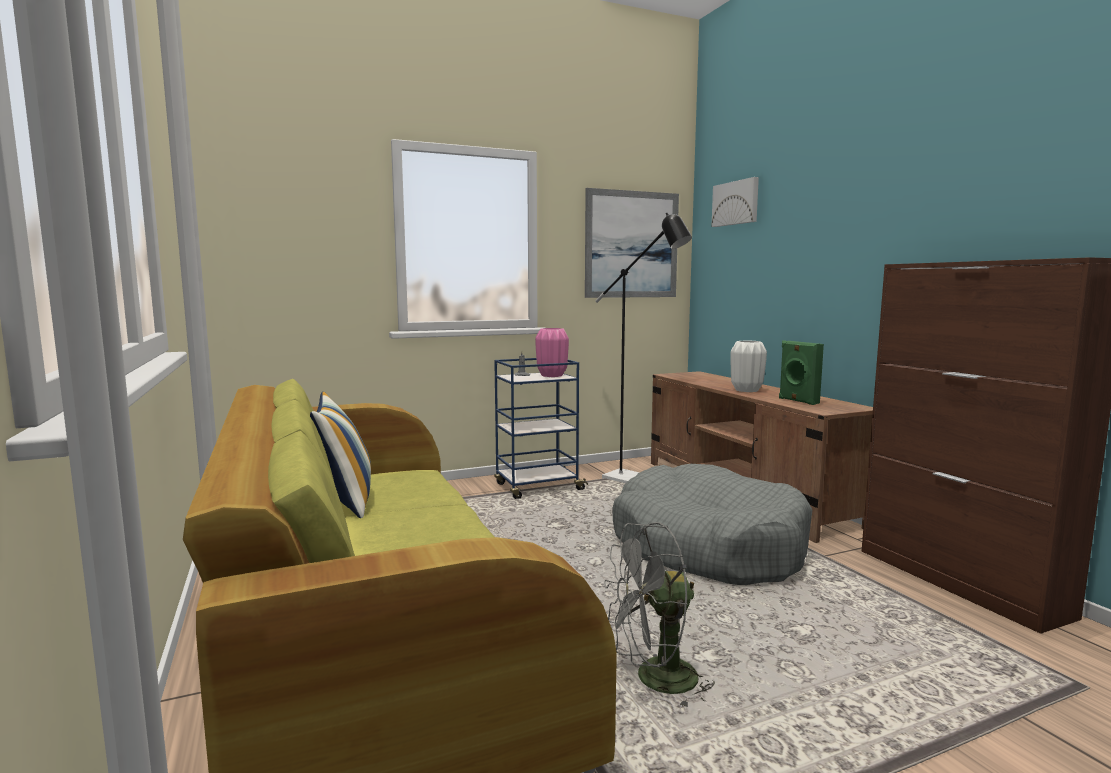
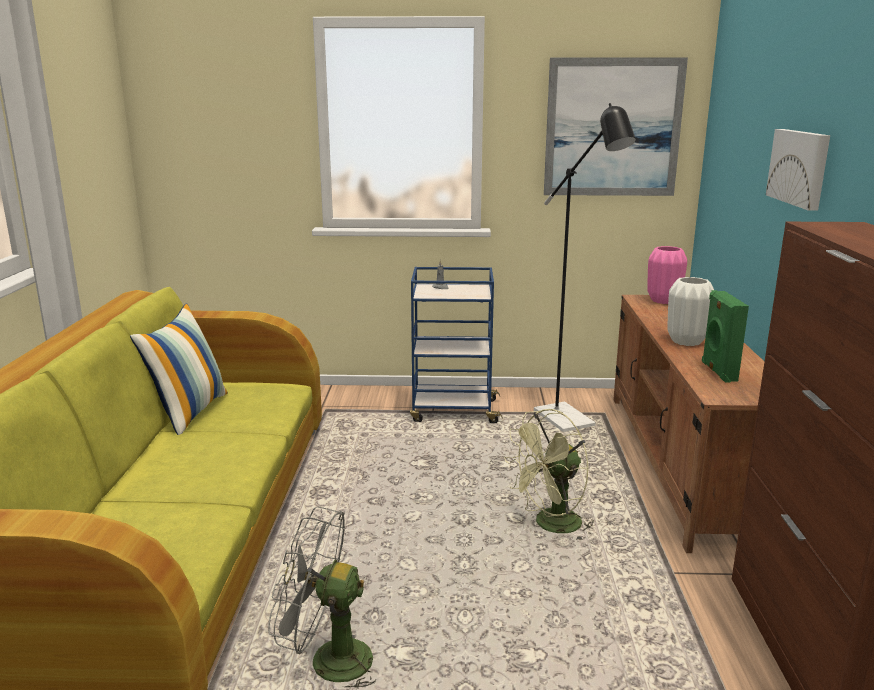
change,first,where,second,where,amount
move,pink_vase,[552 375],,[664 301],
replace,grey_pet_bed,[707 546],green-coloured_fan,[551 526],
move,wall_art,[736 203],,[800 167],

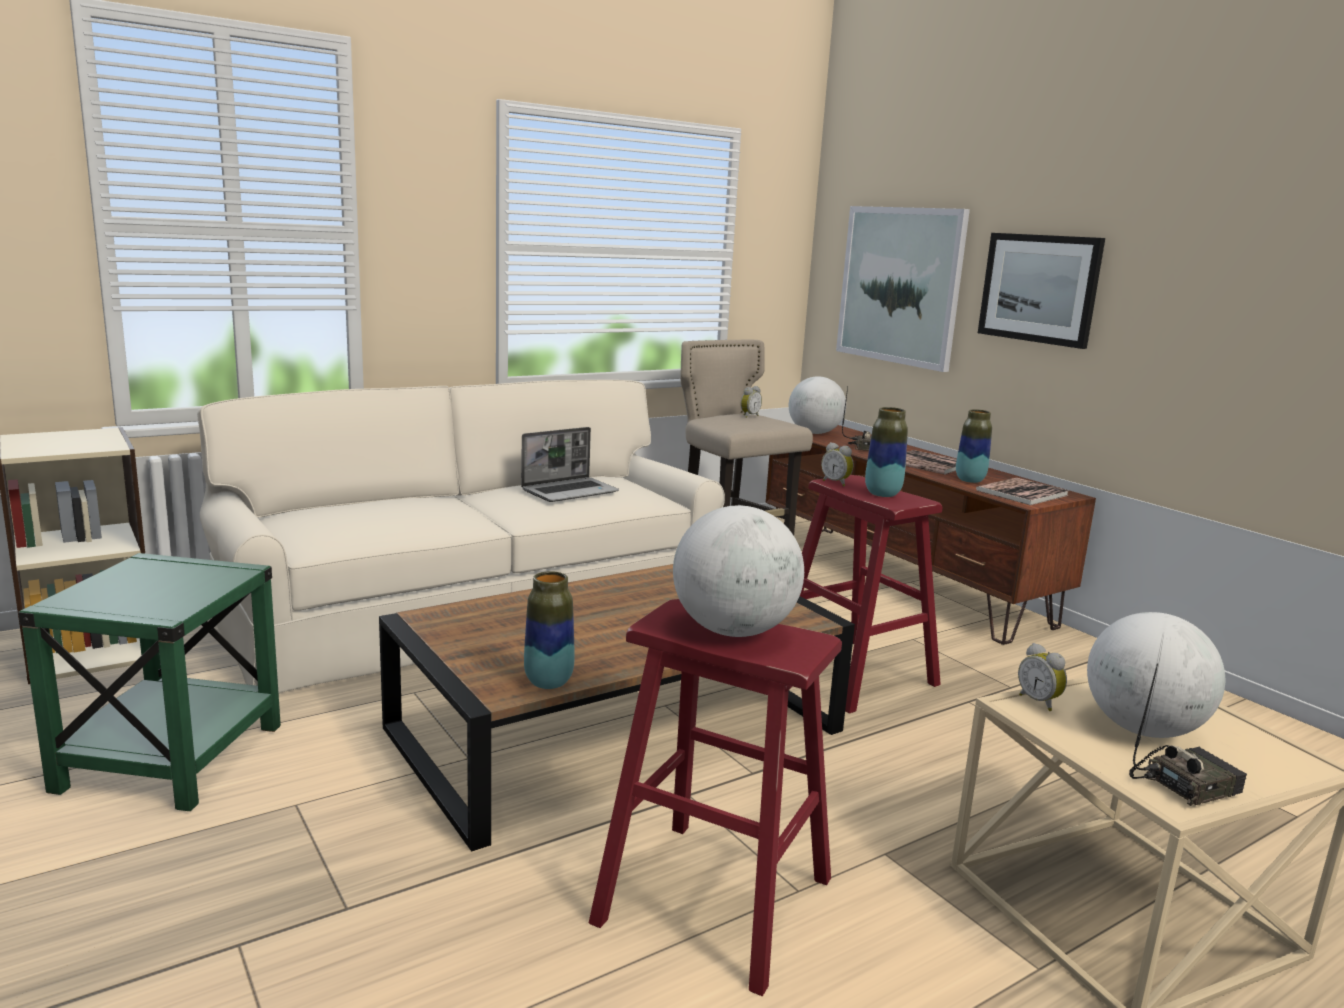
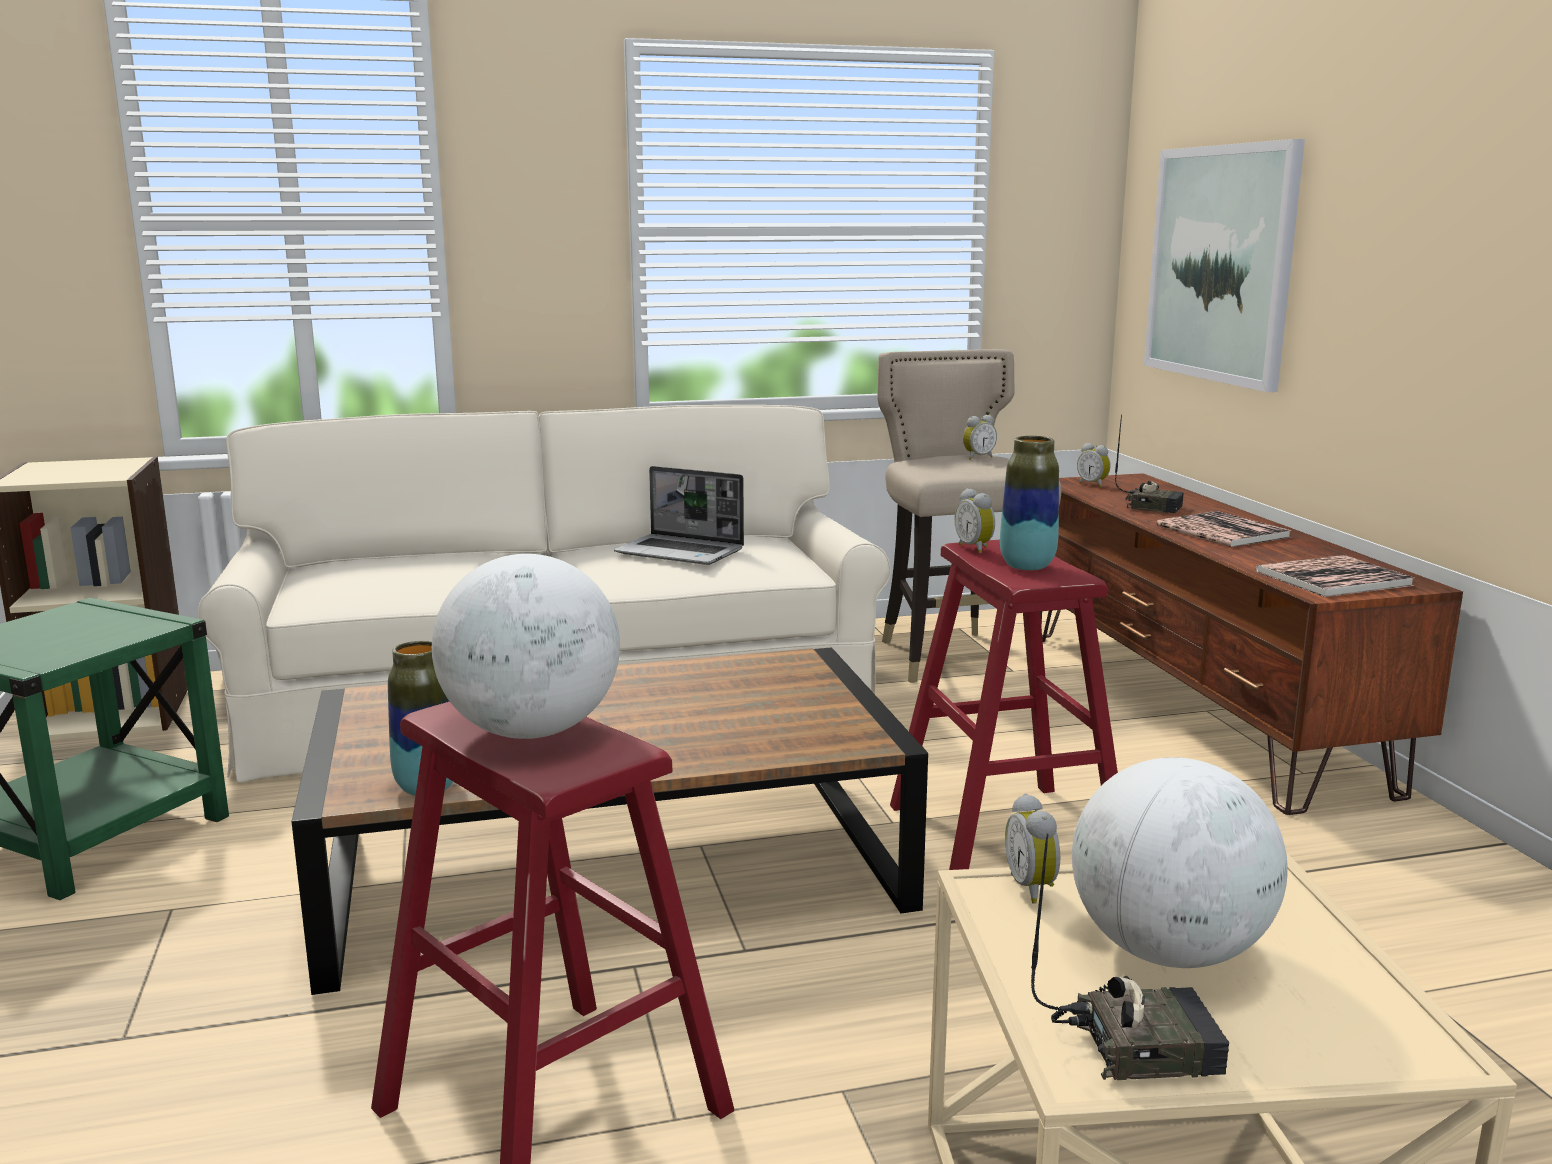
change,first,where,second,where,amount
rotate,notebook_computer,[570 491],,[681 552],45 degrees clockwise
replace,desk_globe,[814 433],alarm_clock,[1093 485],
delete,vase,[970 480],,,
delete,wall_art,[1039 288],,,

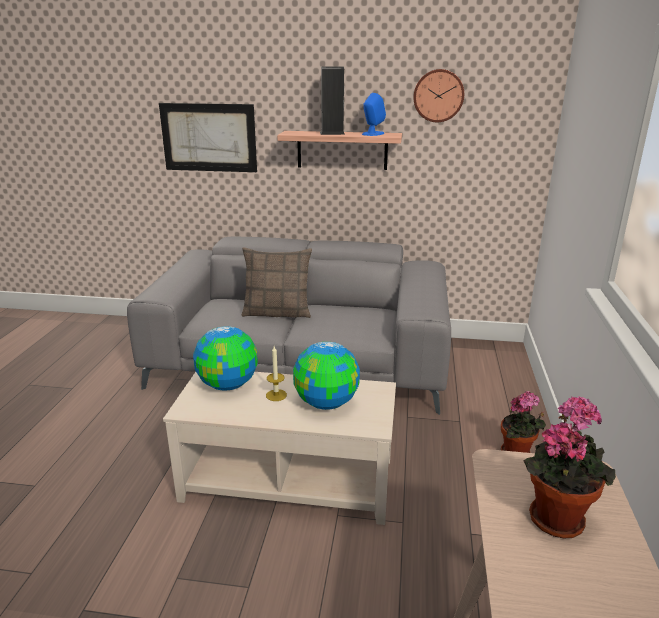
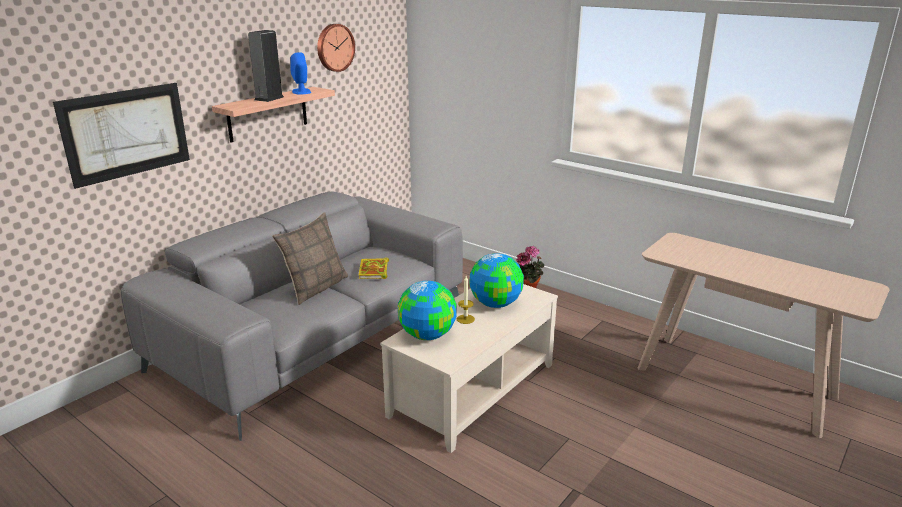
change,first,where,second,where,amount
delete,plant_in_a_pot,[556 516],,,
insert,,,book,[374 271],

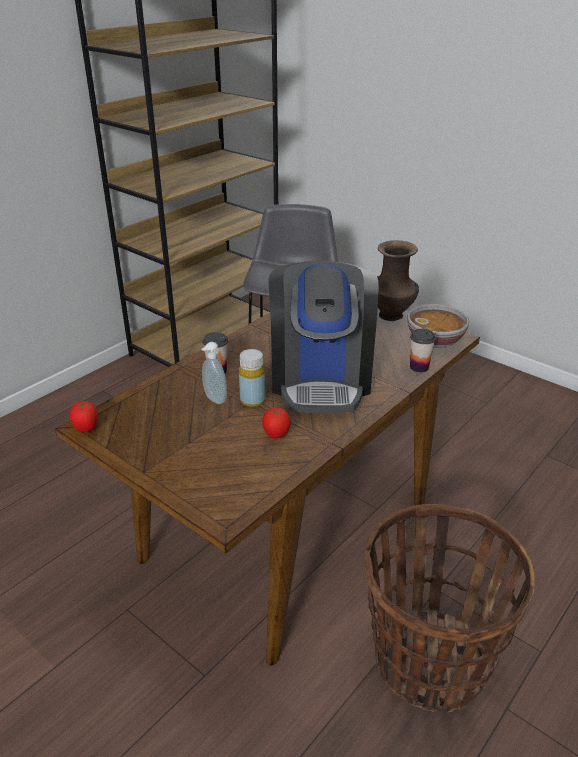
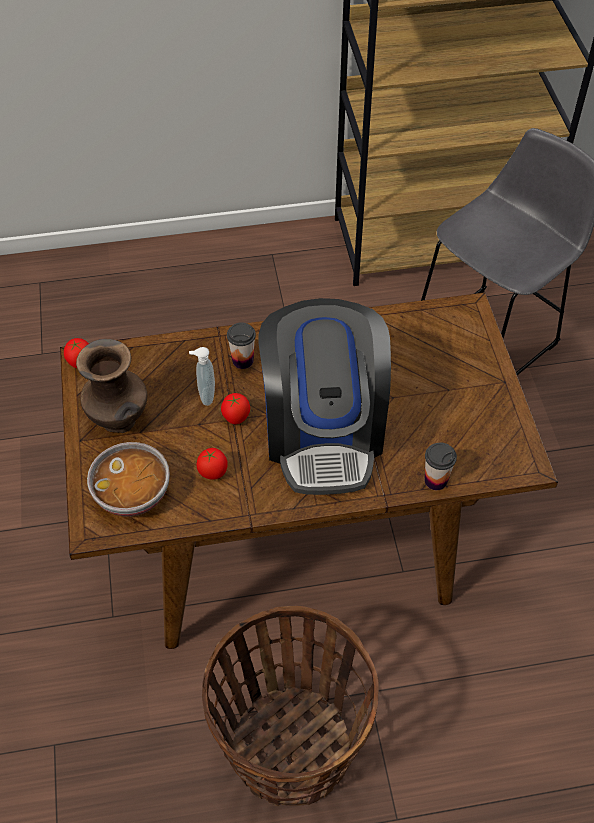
change,first,where,second,where,amount
replace,yellow_bottle,[252 400],fresh_tomato,[236 418],
rotate,coffee_machine,[321 379],,[324 432],45 degrees counterclockwise
move,brownish_vase,[392 316],,[120 422],
move,deep_dish,[435 340],,[133 494],

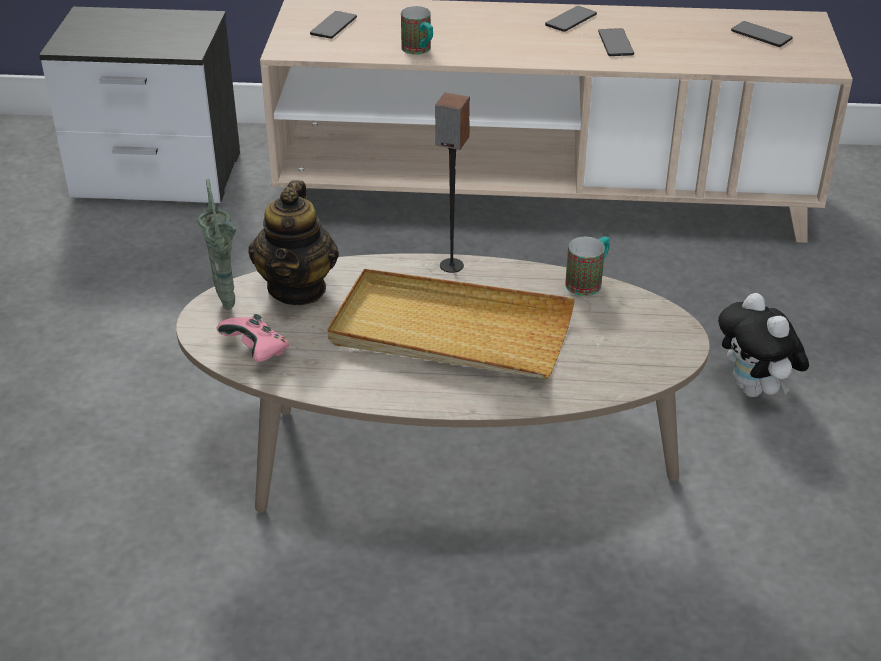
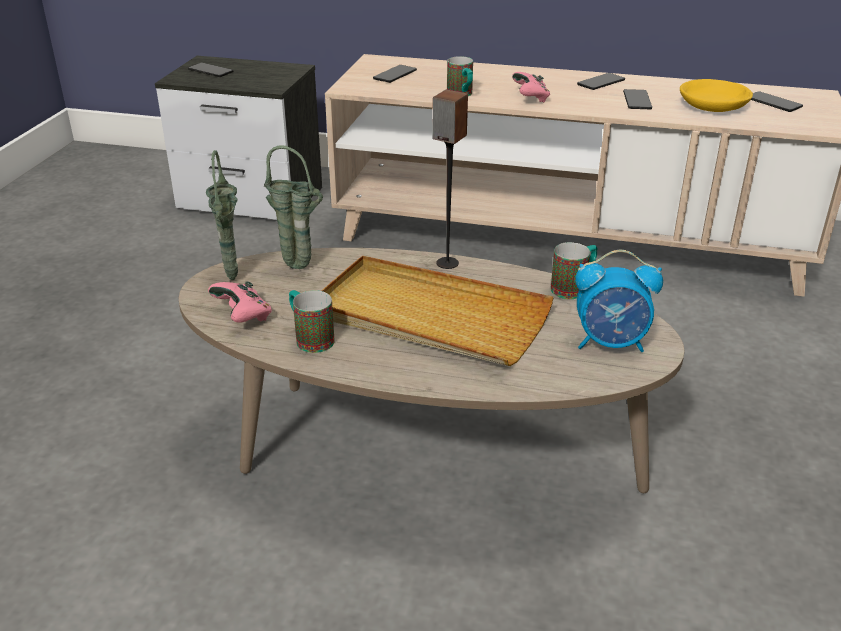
change,first,where,second,where,amount
replace,teapot,[297 288],green-coloured_vase,[301 268],
delete,soft_toy,[755 390],,,
insert,,,telephone,[210 71],
insert,,,coffee_mug,[310 338],
insert,,,pink_joypad,[530 98],
insert,,,alarm_clock,[611 343],
insert,,,yellow_deep_dish,[714 106],

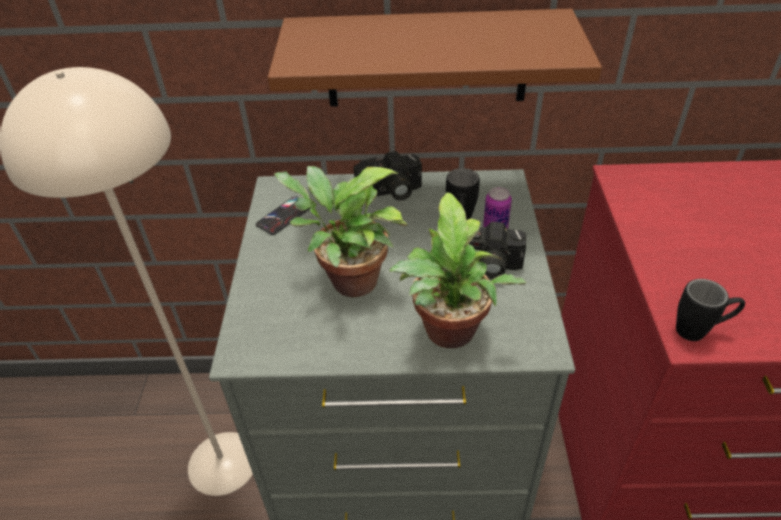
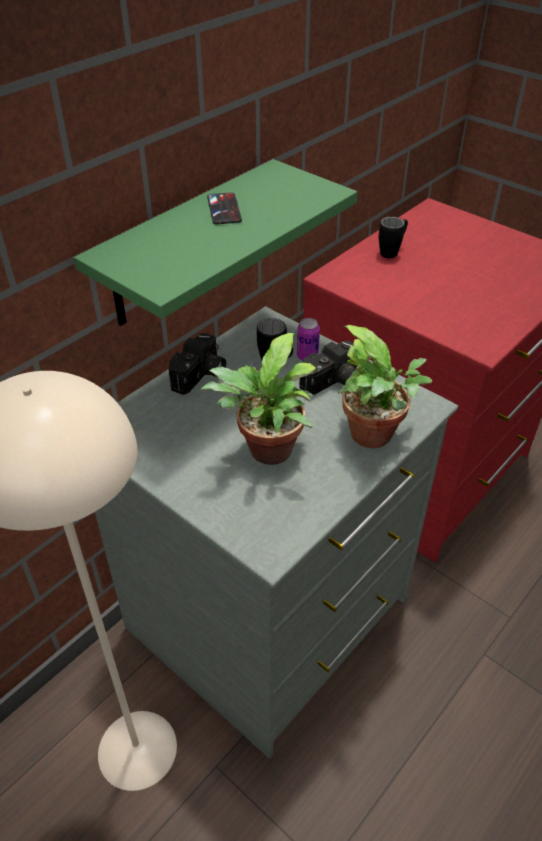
change,first,where,second,where,amount
move,telephone,[284 216],,[224 209],
recolor,brownish_bracket_shelf,[427 59],green-coloured_bracket_shelf,[186 244],
move,black_coffee_mug,[700 331],,[392 251],

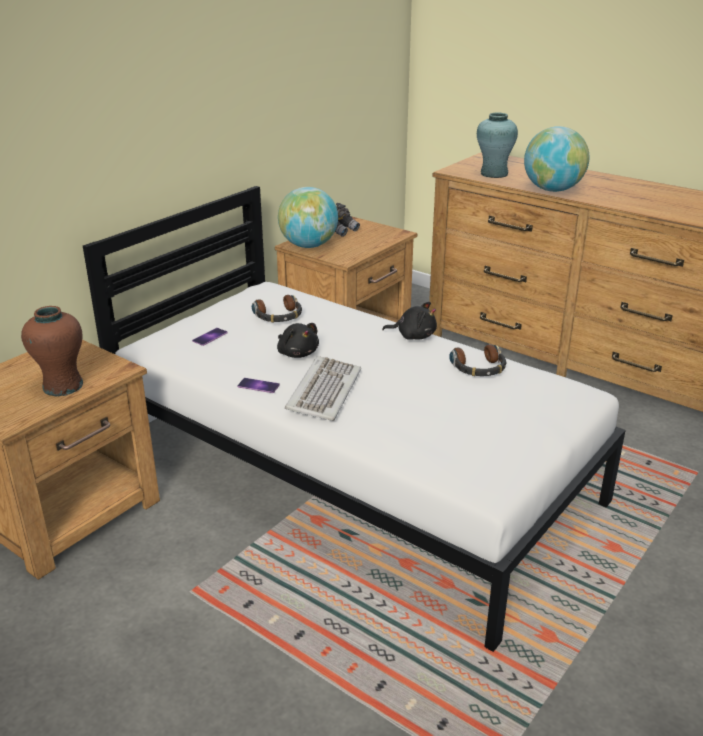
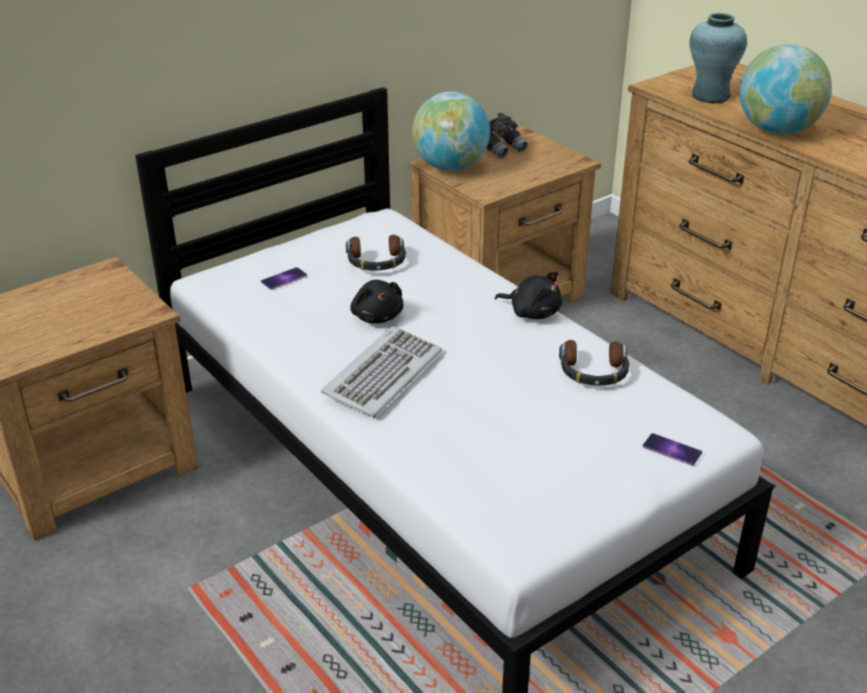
change,first,where,second,where,amount
delete,brownish_vase,[62 386],,,
move,telephone,[258 386],,[672 449],

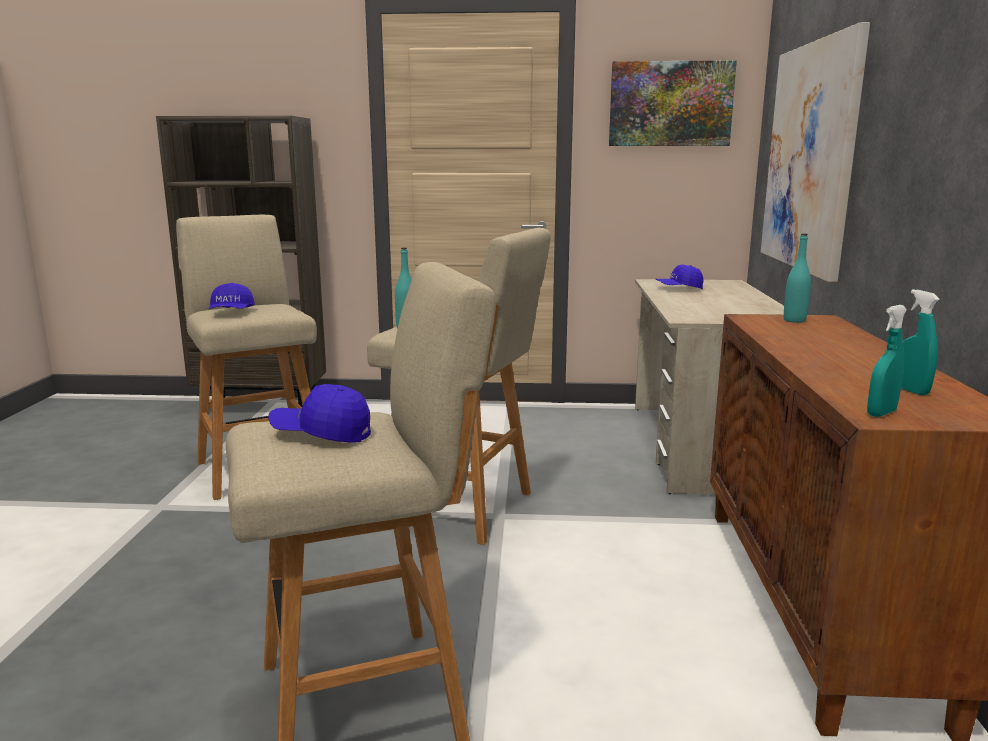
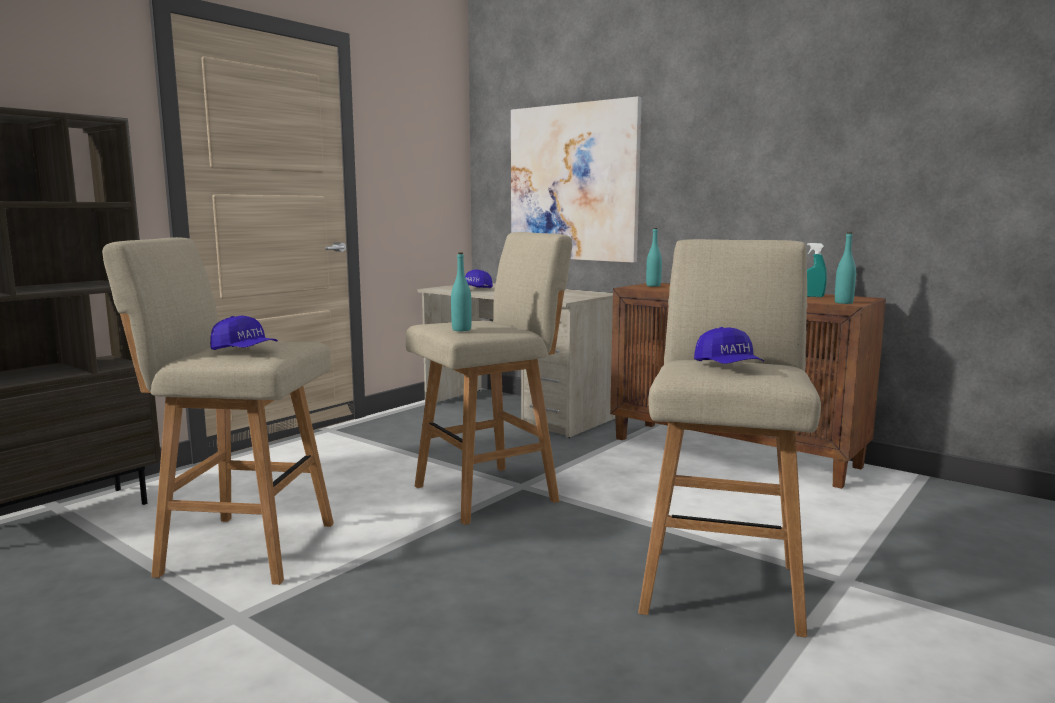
change,first,where,second,where,amount
rotate,blue_cap,[322 434],,[728 367],60 degrees counterclockwise
delete,wall_art,[670 104],,,
replace,blue-green_spray_bottle,[881 413],blue-green_bottle,[843 302],

